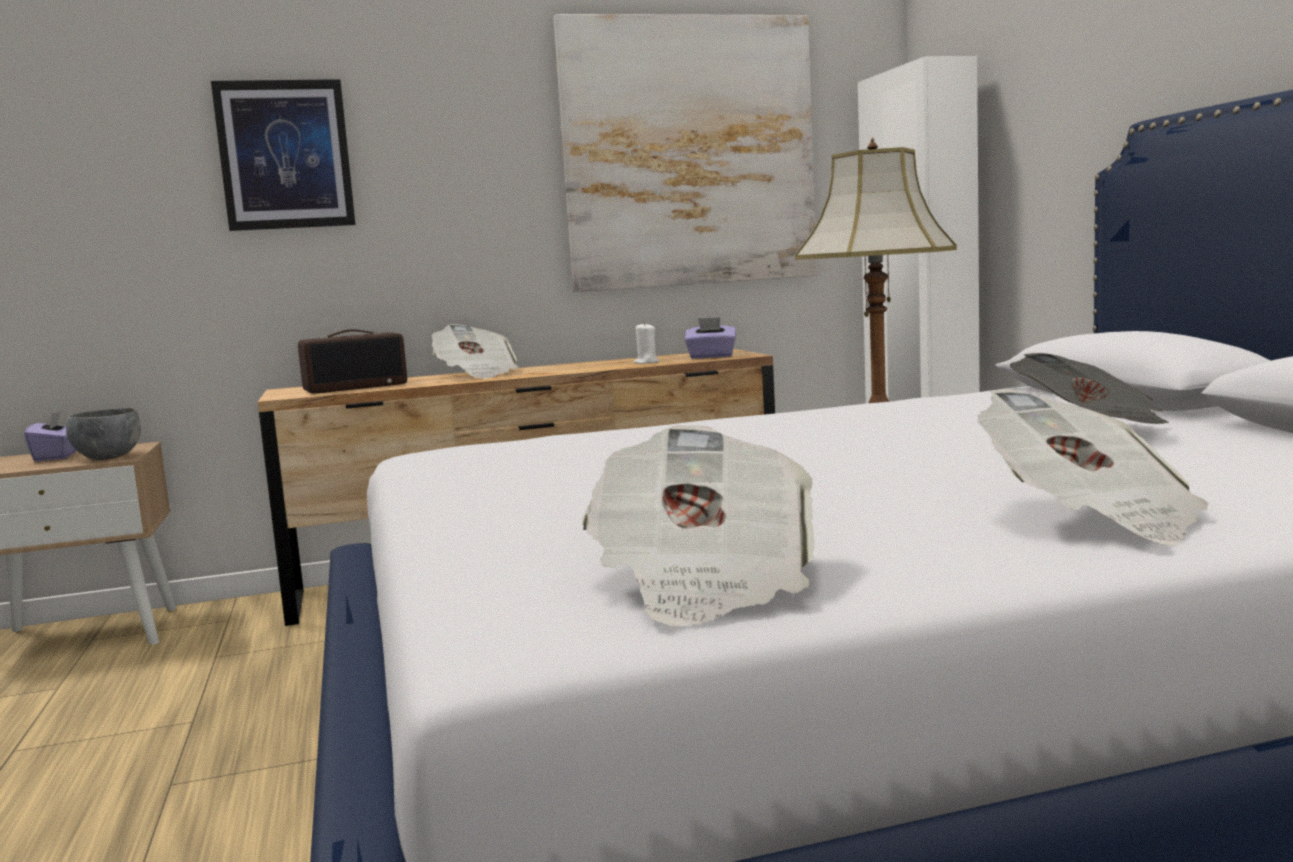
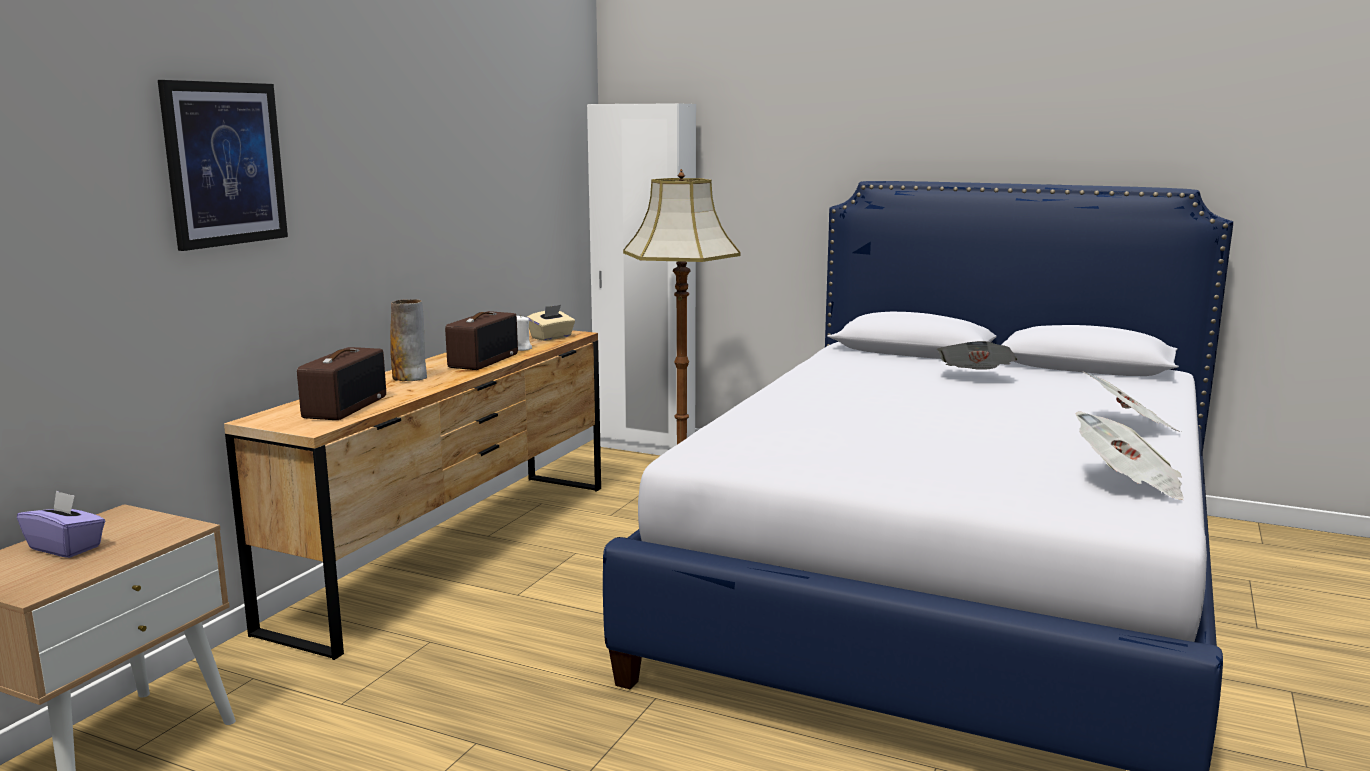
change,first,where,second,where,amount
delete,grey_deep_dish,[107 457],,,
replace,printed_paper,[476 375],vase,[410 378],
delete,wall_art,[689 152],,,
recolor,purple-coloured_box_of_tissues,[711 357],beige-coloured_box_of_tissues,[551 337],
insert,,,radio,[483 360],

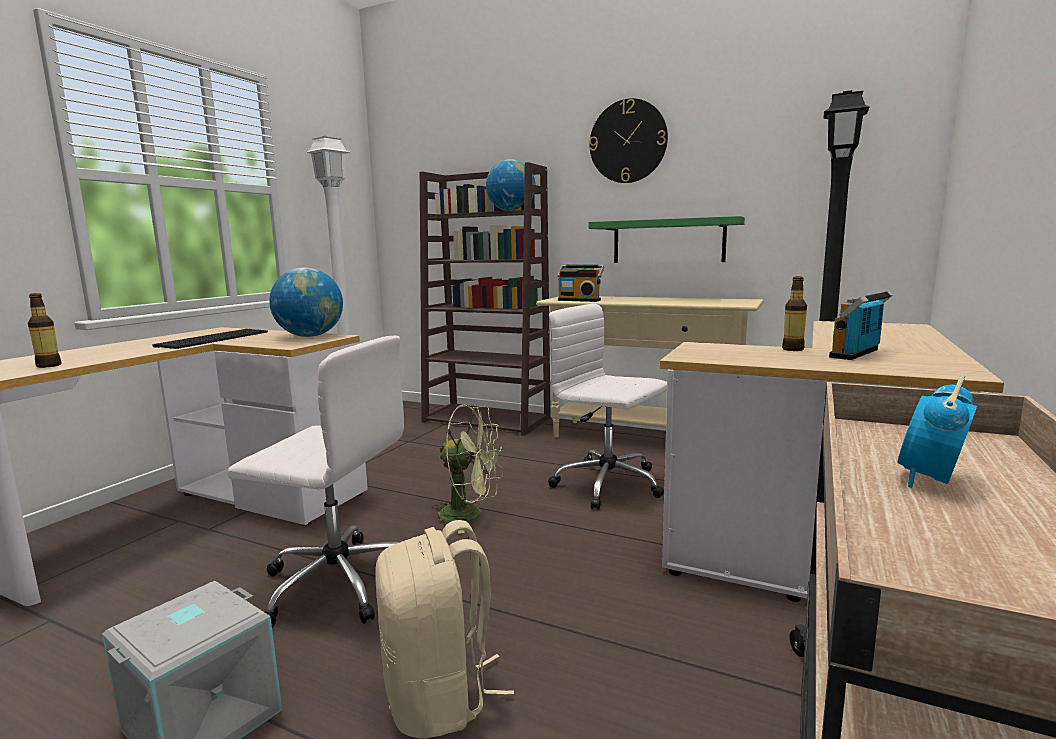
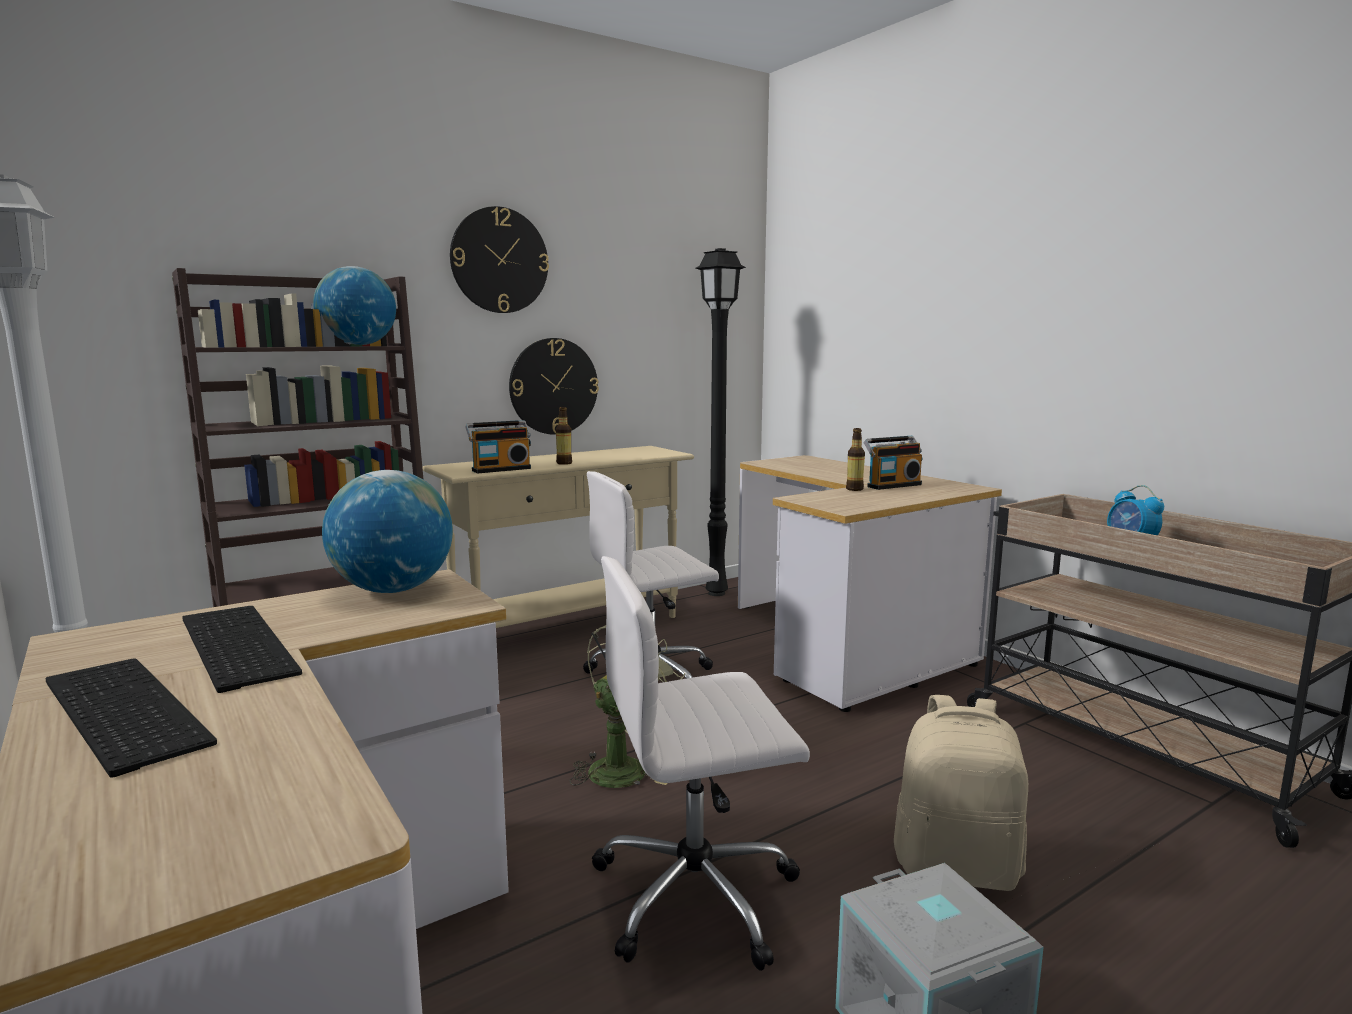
change,first,where,second,where,amount
move,bottle,[49 365],,[564 463],
rotate,white_desk_chair,[336 582],,[698 894],150 degrees counterclockwise
replace,green-coloured_bracket_shelf,[668 241],clock_on_the_wall,[553 386],
rotate,radio,[858 354],,[892 485],105 degrees counterclockwise
insert,,,keyboard,[117 712],

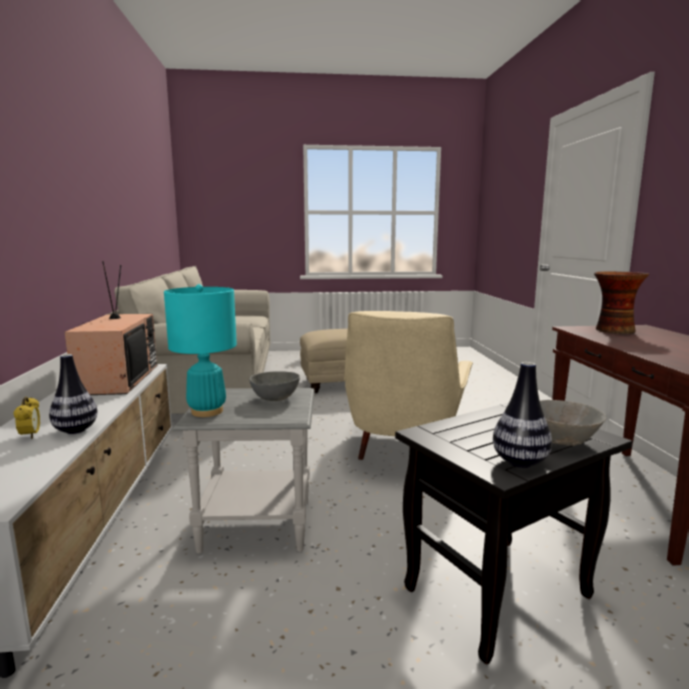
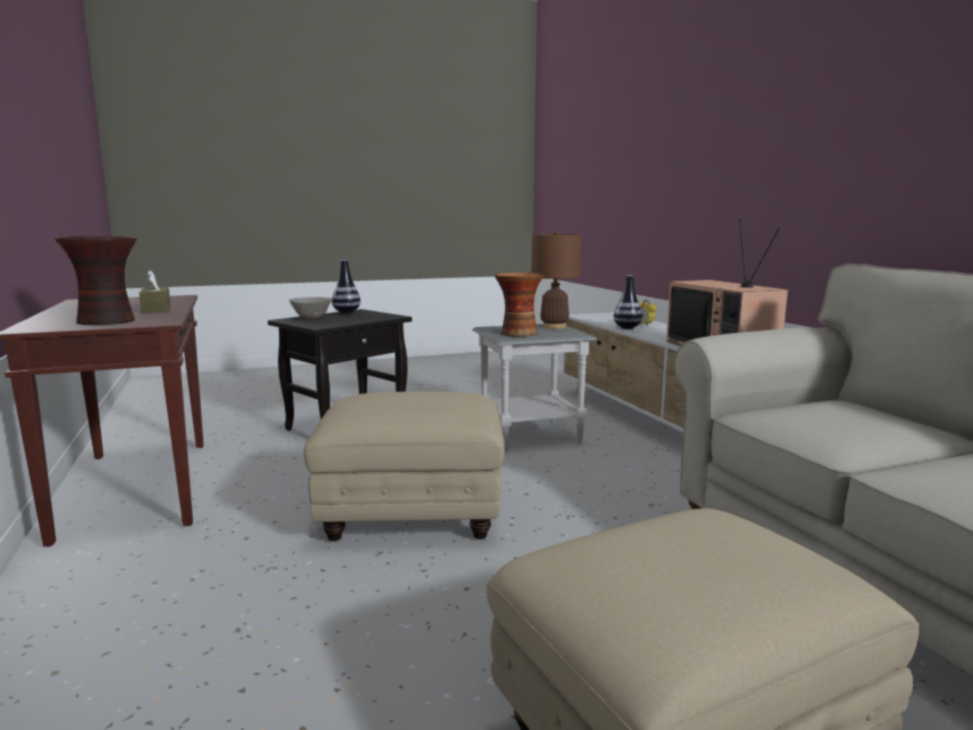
change,first,where,second,where,amount
recolor,blue-green_lamp_for_a_table,[207 411],brownish_lamp_for_a_table,[554 327],
replace,grey_deep_dish,[275 399],vase,[517 333],
replace,beige-coloured_easy_chair,[403 448],beige-coloured_ottoman,[414 516],
insert,,,brownish_box_of_tissues,[156 309],

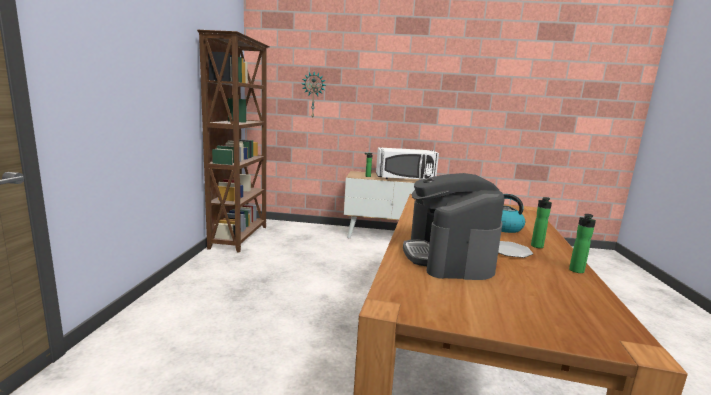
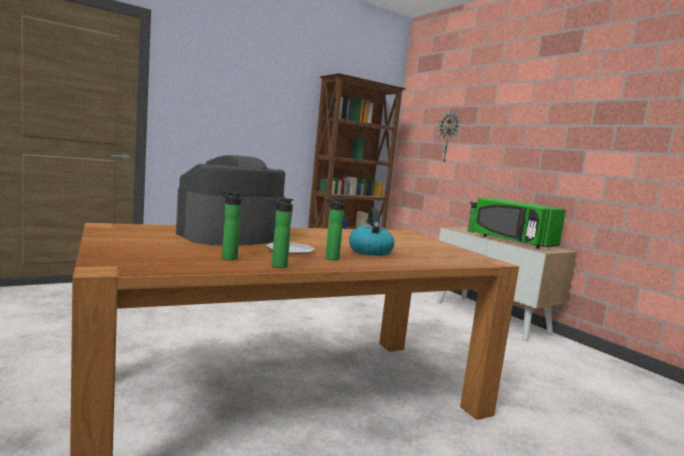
change,first,where,second,where,amount
recolor,white_kitchen_microwave,[405 179],green-coloured_kitchen_microwave,[512 241],
insert,,,bottle,[227 257],

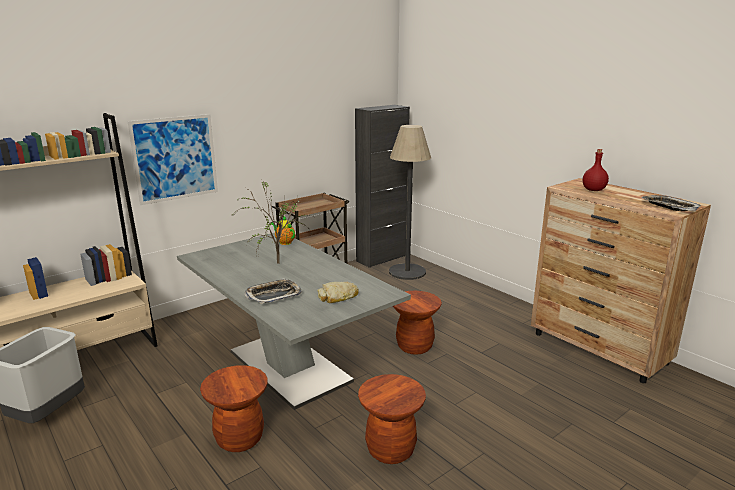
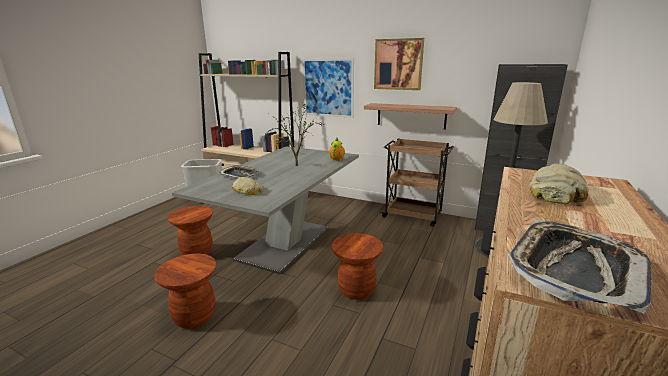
change,first,where,second,where,amount
replace,red-coloured_bottle,[593 190],bread,[555 192],
insert,,,bracket_shelf,[411 116],
insert,,,wall_art,[398 64],

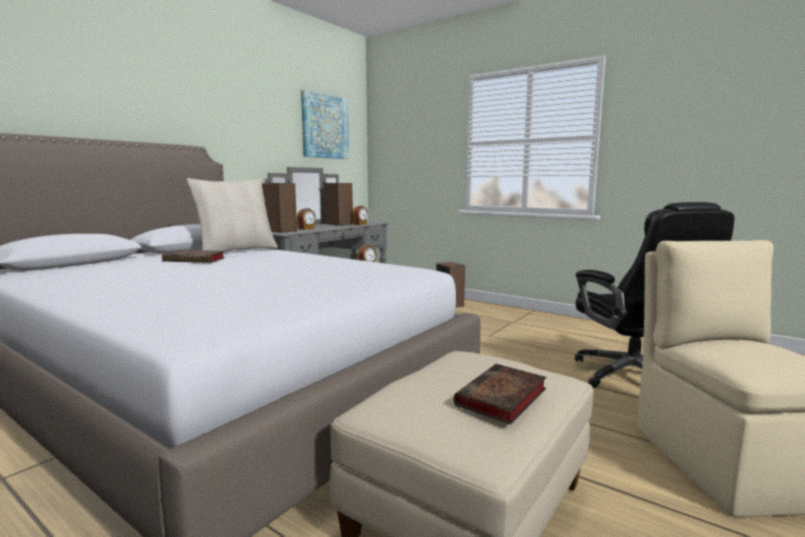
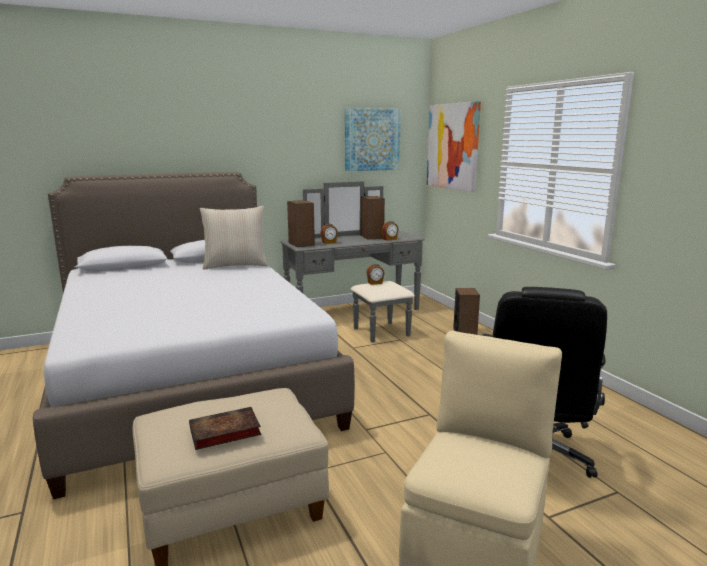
change,first,where,second,where,amount
delete,book,[196 260],,,
insert,,,wall_art,[452 146],

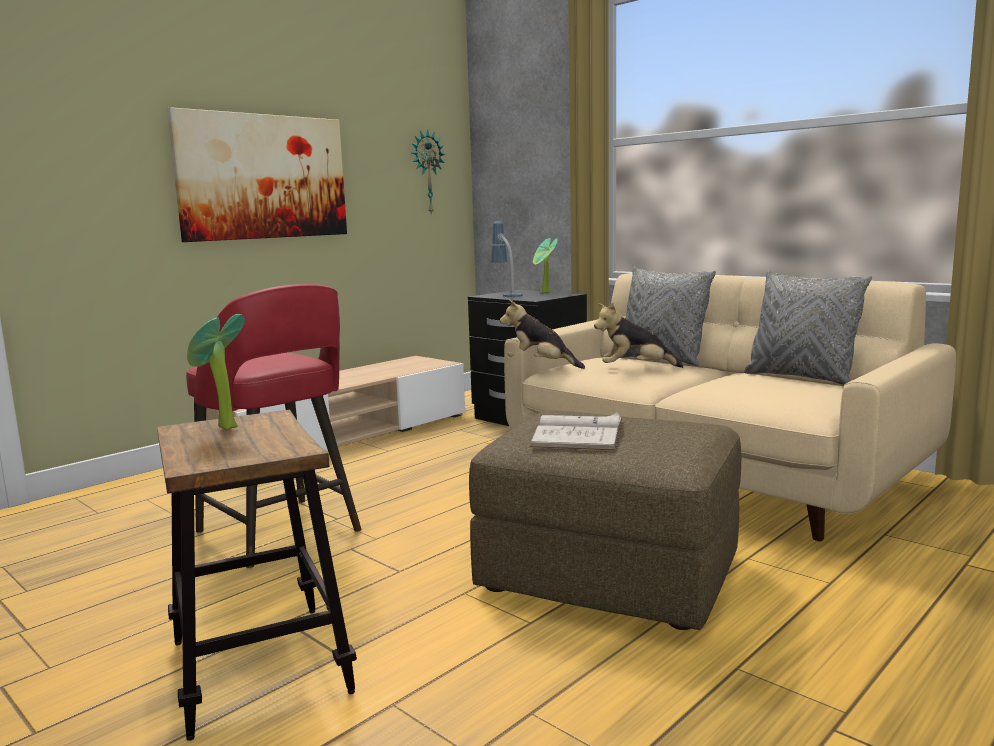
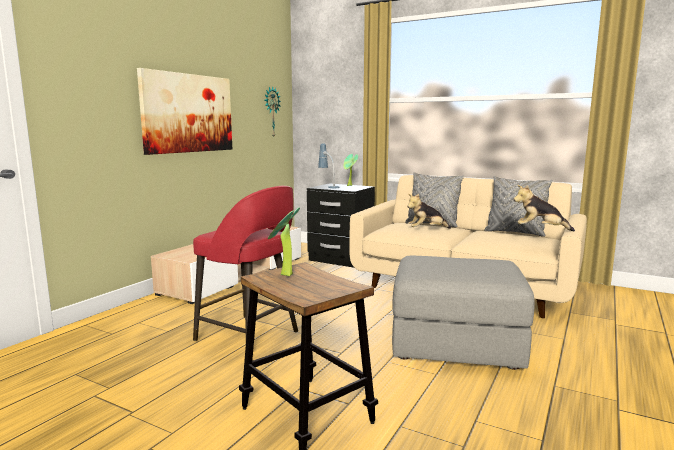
change,first,where,second,where,amount
recolor,brownish_ottoman,[610 574],grey_ottoman,[456 344],
move,soft_toy,[541 365],,[540 230],
delete,white_book,[578 433],,,

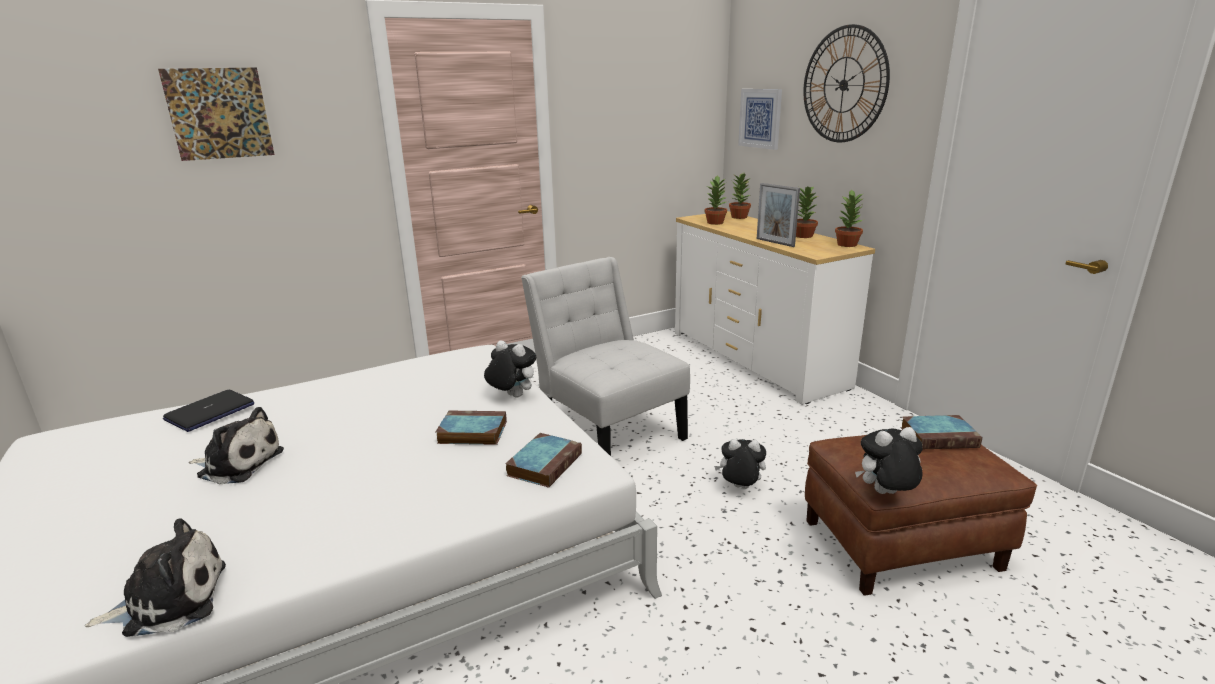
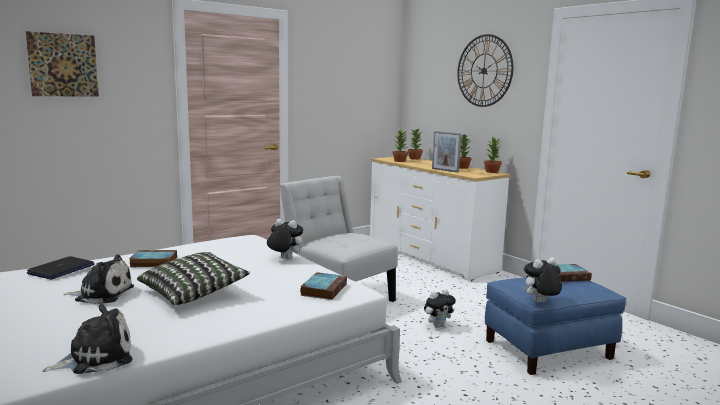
change,first,where,second,where,amount
move,book,[471 433],,[152 262],
rotate,soft_toy,[739 488],,[438 325],150 degrees clockwise
delete,wall_art,[760 118],,,
recolor,brownish_ottoman,[901 545],blue_ottoman,[548 350],
insert,,,cushion,[193 293],

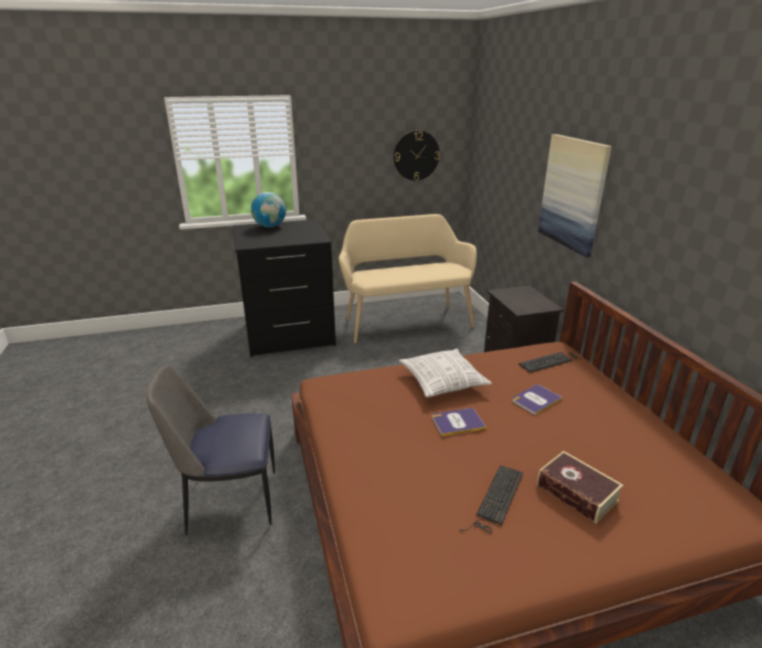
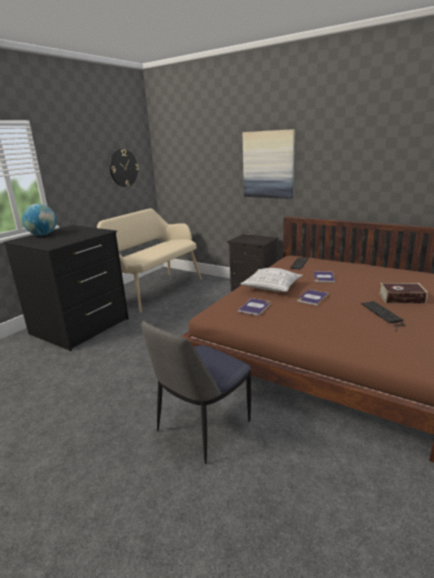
change,first,where,second,where,amount
insert,,,book,[255 307],

